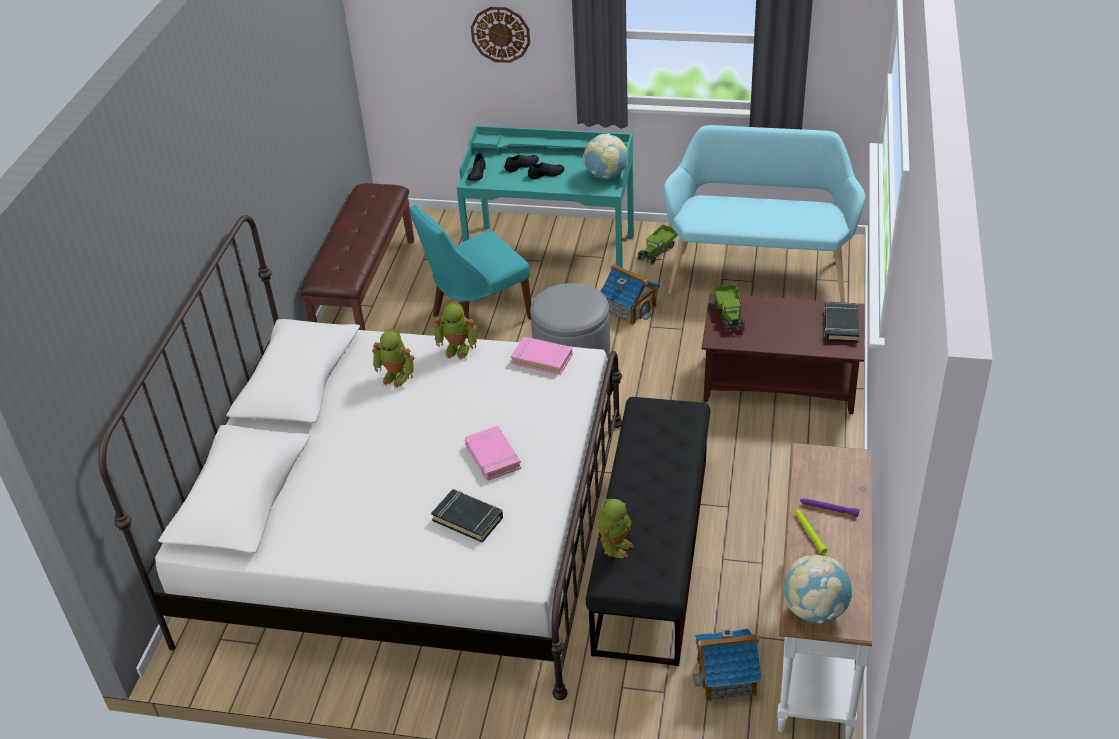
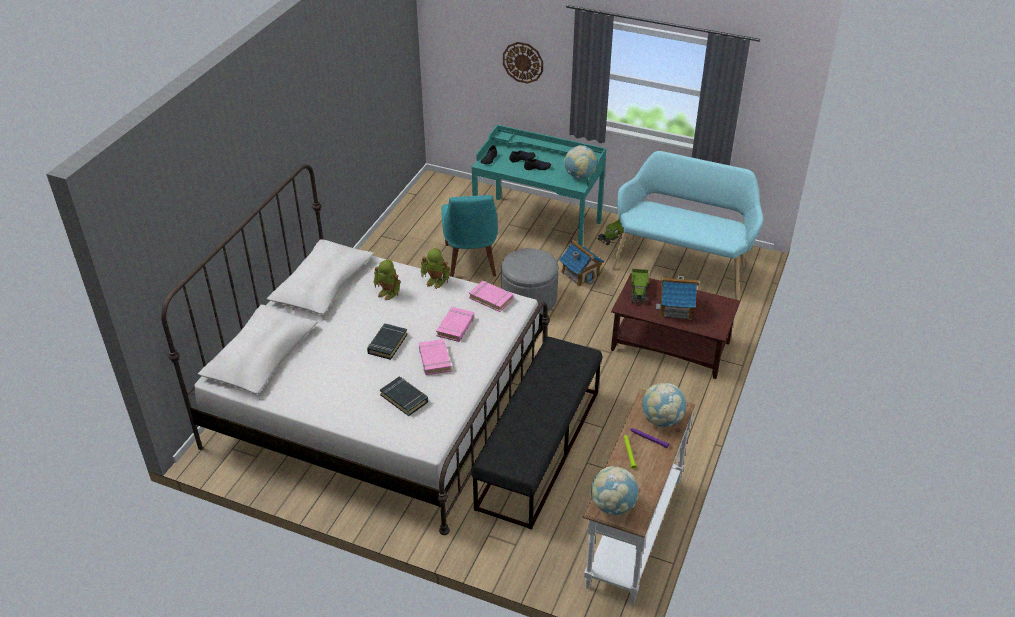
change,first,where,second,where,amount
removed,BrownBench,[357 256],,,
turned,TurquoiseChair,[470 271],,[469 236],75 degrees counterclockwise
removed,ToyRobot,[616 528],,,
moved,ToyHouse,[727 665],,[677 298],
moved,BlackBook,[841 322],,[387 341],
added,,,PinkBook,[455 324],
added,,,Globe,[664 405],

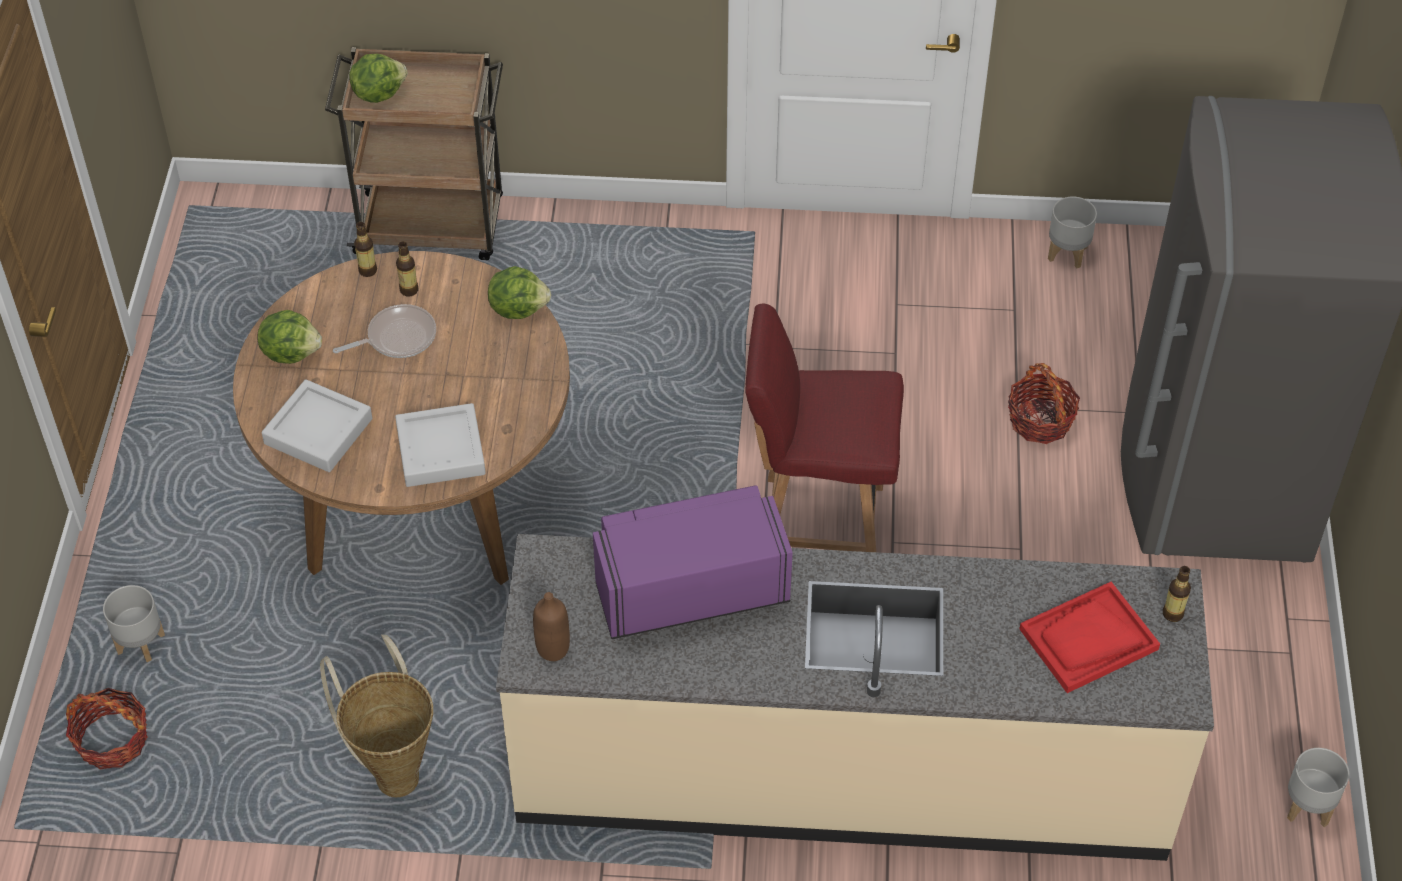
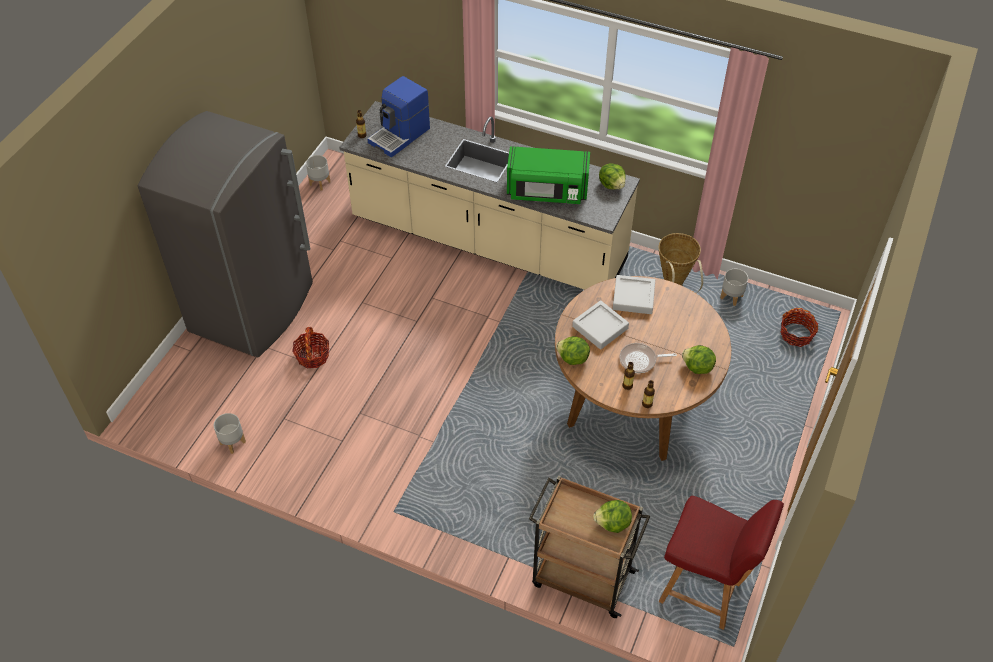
change,first,where,second,where,amount
moved,GreyPlanter,[134 623],,[734 287],
moved,GreyTray,[317 425],,[600 325],
replaced,BrownBottle,[551 626],Lettuce,[612 176],
recoloured,PurpleMicrowave,[693 562],GreenMicrowave,[548 175],
moved,RedChair,[824 428],,[721 563],
replaced,RedTray,[1089 637],CoffeeMachine,[398 117],

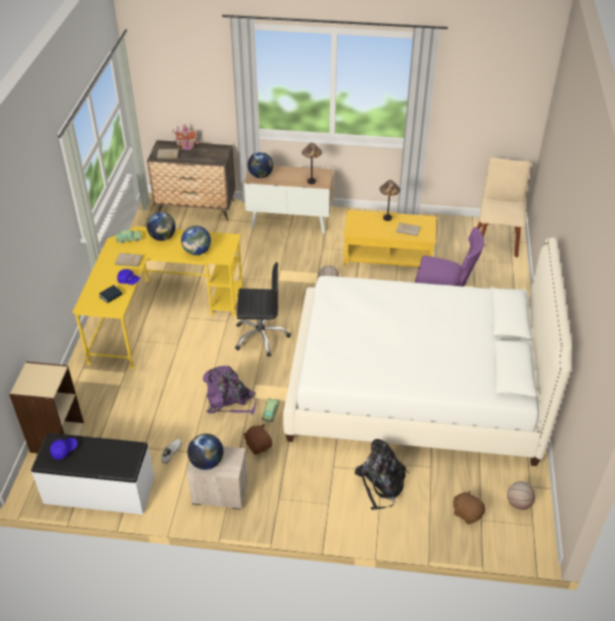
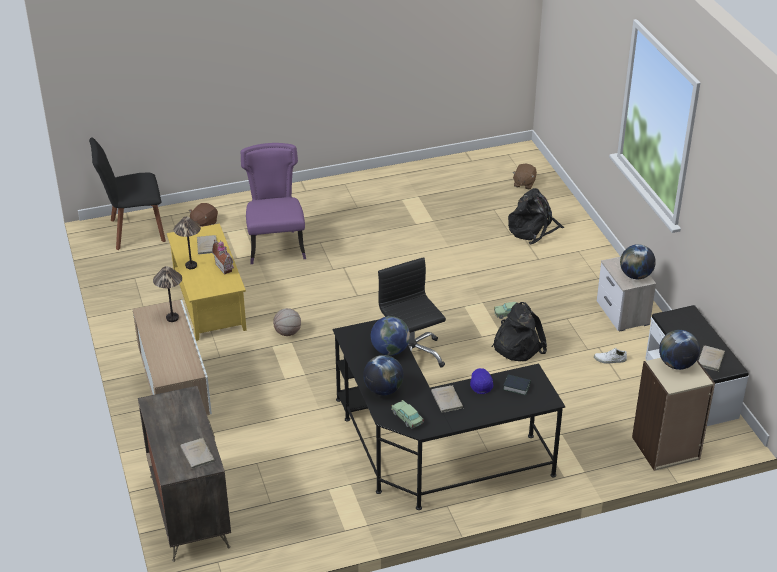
change,first,where,second,where,amount
replaced,BlueCap,[63 449],BeigeBook,[711 358],
recoloured,YellowDesk,[158 297],BlackDesk,[449 414],
moved,ToyHouse,[185 137],,[223 257],
recoloured,PurpleBackpack,[229 390],BlackBackpack,[519 331],
moved,BrownPlushToy,[257 439],,[203 215],
moved,Globe,[260 165],,[679 350],
removed,WhiteBed,[427 352],,,
recoloured,BeigeChair,[504 208],BlackChair,[127 194],
removed,Basketball,[521 495],,,

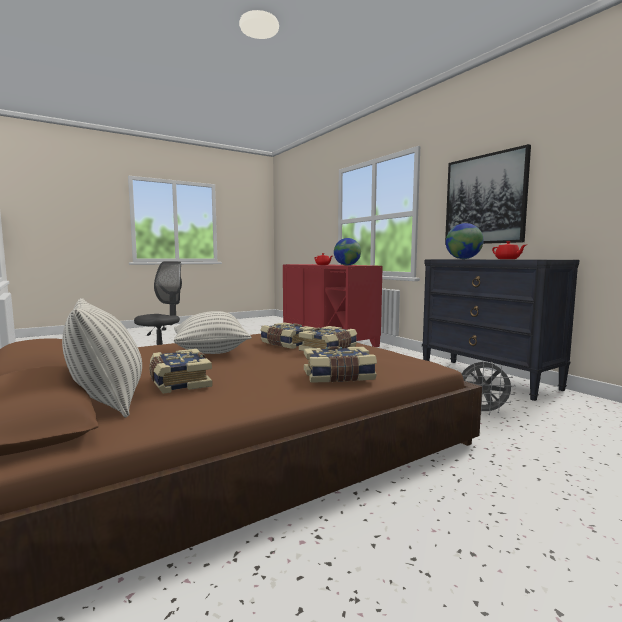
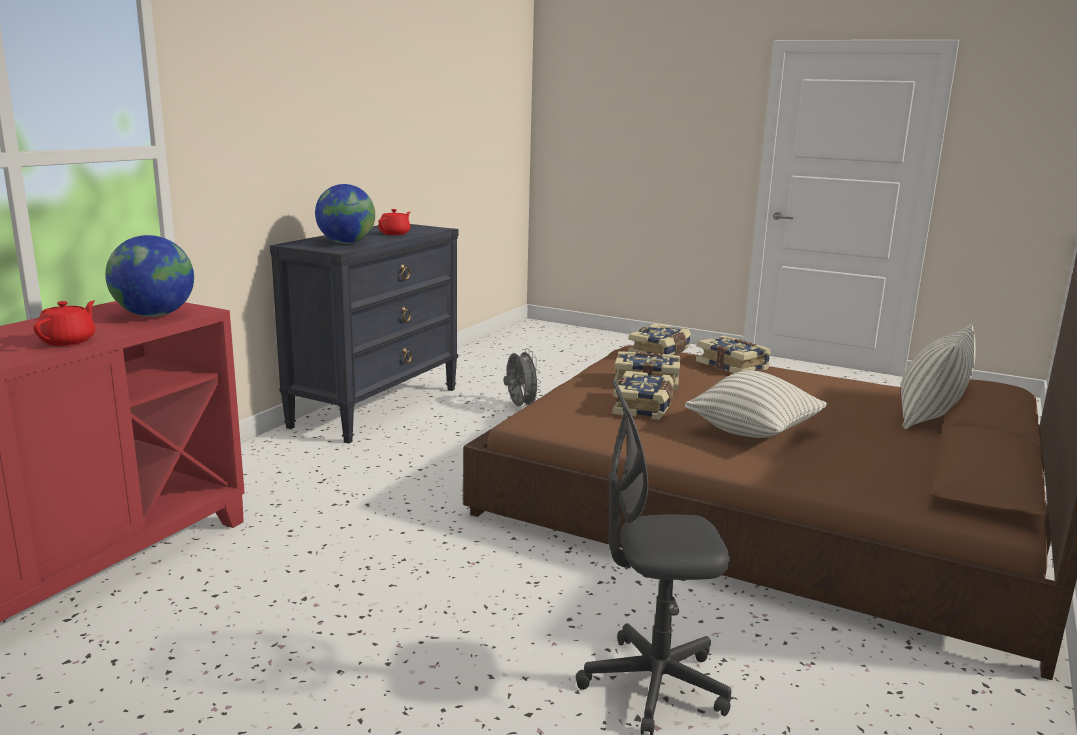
change,first,where,second,where,amount
moved,Book,[181 371],,[659 339],
removed,Picture,[488 194],,,

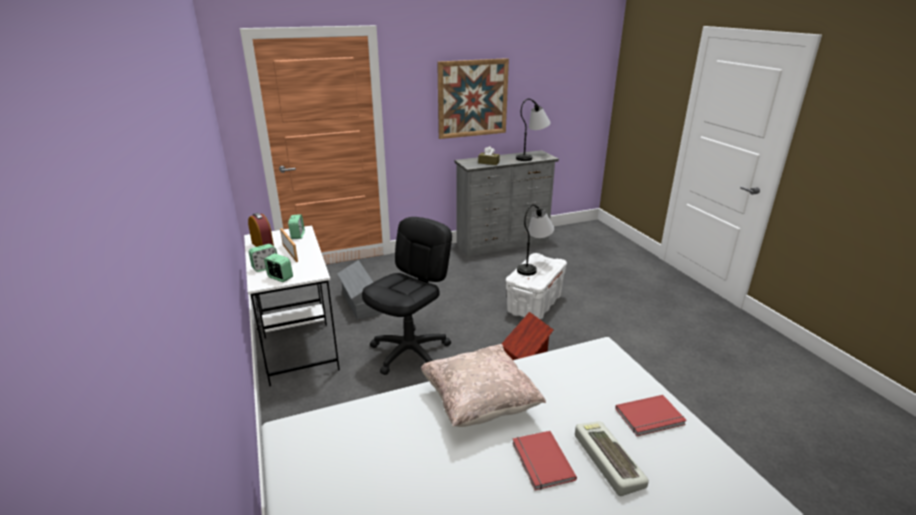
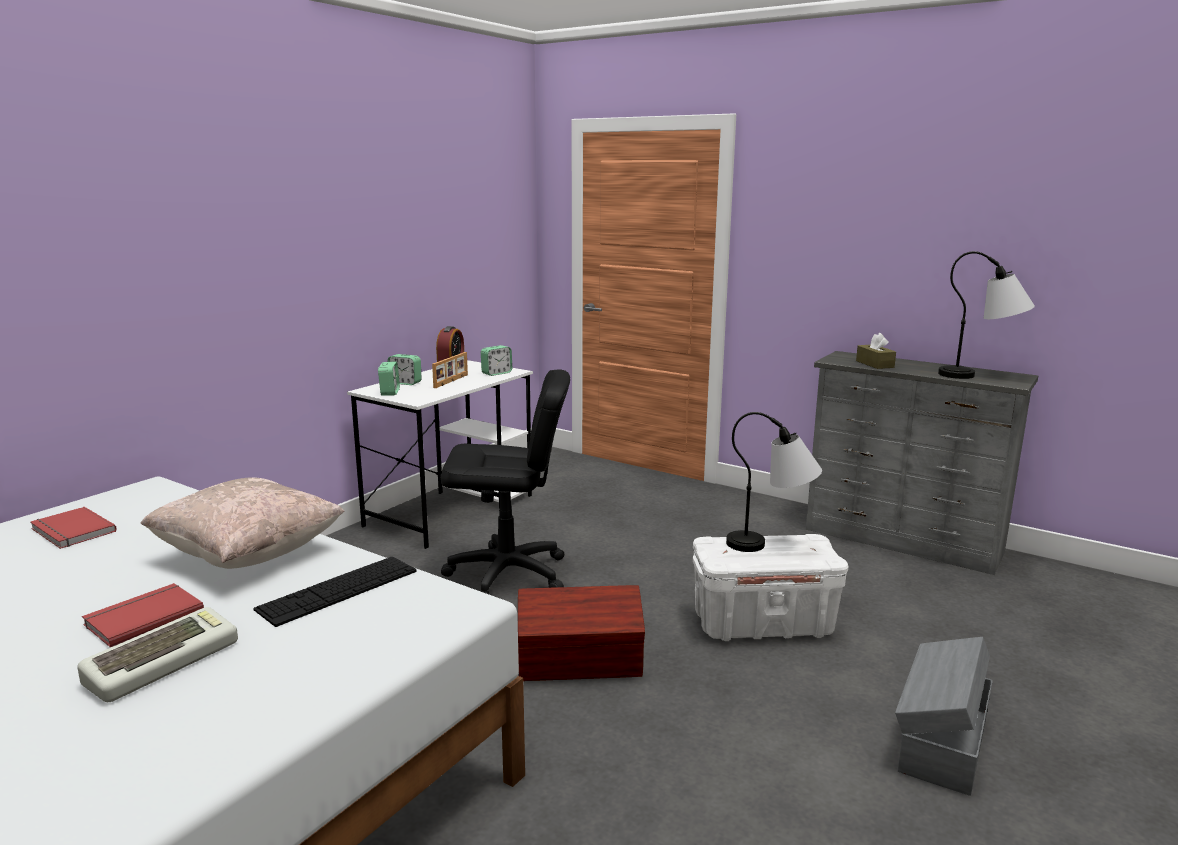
change,first,where,second,where,amount
moved,GreyStorageBox,[360 290],,[944 716],
removed,Picture,[473 98],,,
moved,RedBook,[651 415],,[73 528],
added,,,Keyboard,[334 592],

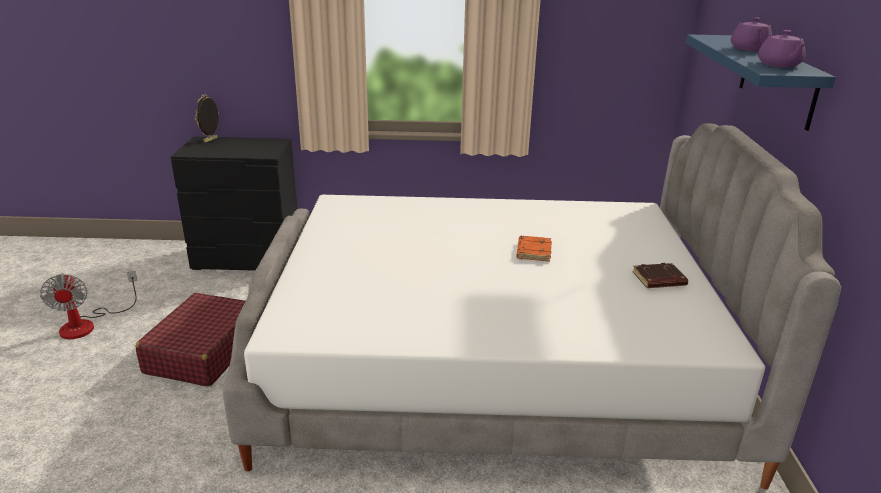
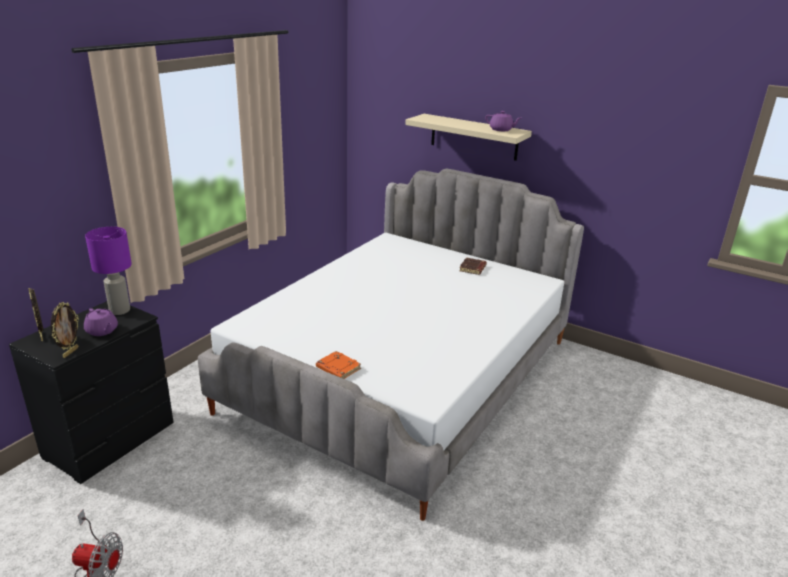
change,first,where,second,where,amount
removed,RedSuitcase,[191 340],,,
moved,OrangeBook,[534 249],,[338 365],
recoloured,BlueShelf,[761 82],BeigeShelf,[468 137],
moved,PurpleTeapot,[751 34],,[101 322],
added,,,PictureFrame,[65 330],
added,,,PurpleTableLamp,[108 271],

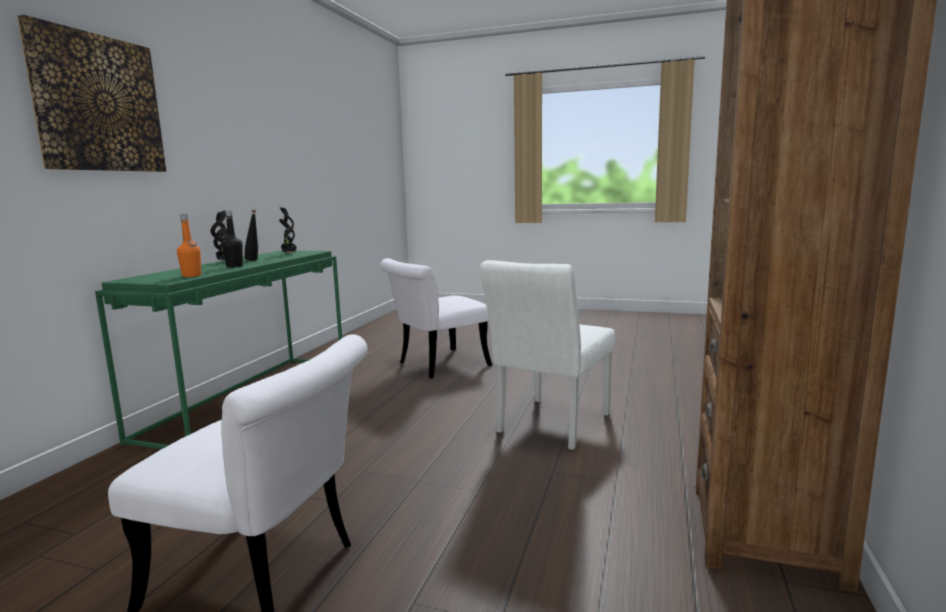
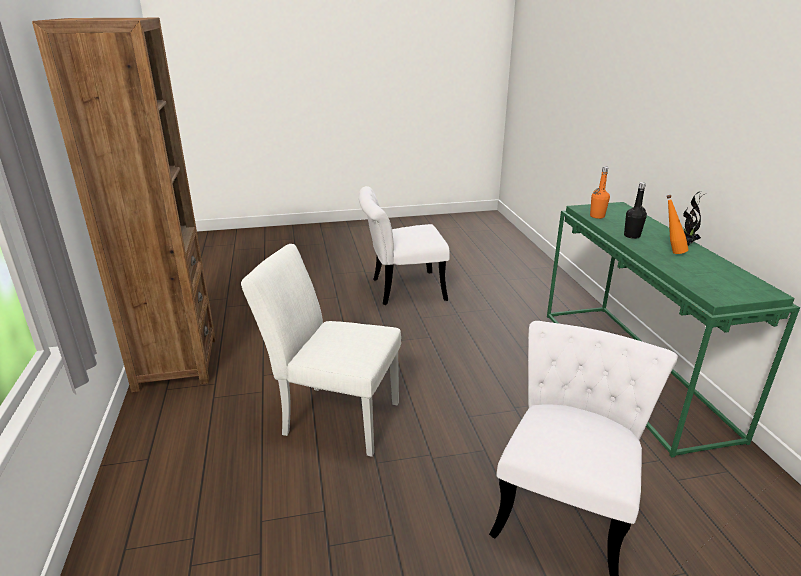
change,first,where,second,where,amount
removed,Picture,[91 93],,,
recoloured,BlackBottle,[251 235],OrangeBottle,[677 224],
removed,PottedPlant,[288 230],,,
turned,WhiteChair,[547 355],,[321 350],75 degrees counterclockwise

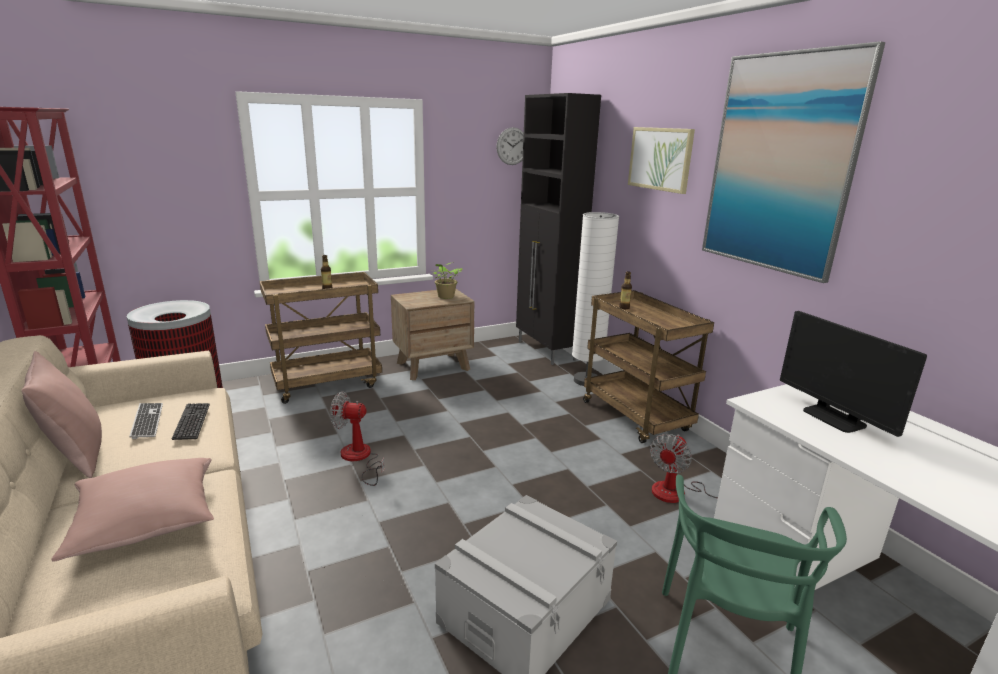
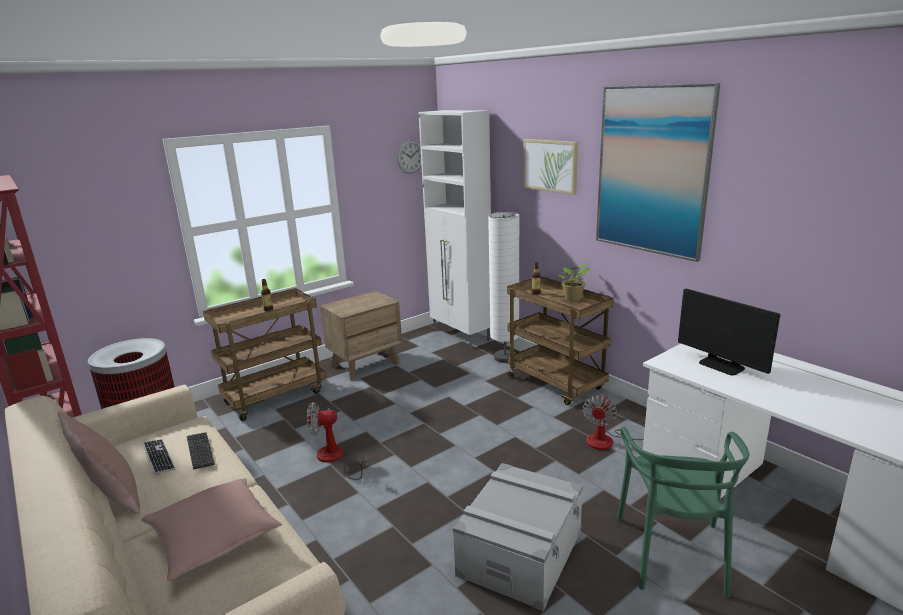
change,first,where,second,where,amount
moved,PottedPlant,[447 281],,[575 282],
recoloured,BlackCabinet,[558 229],WhiteCabinet,[455 229],

